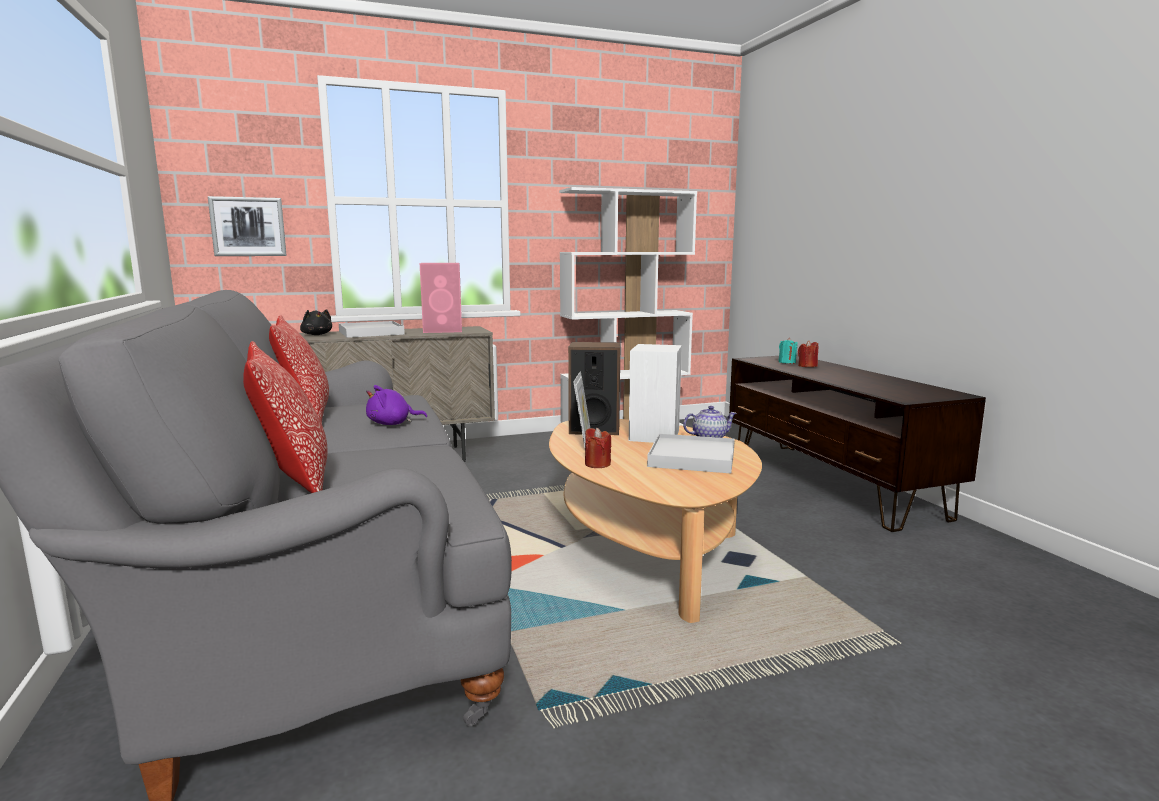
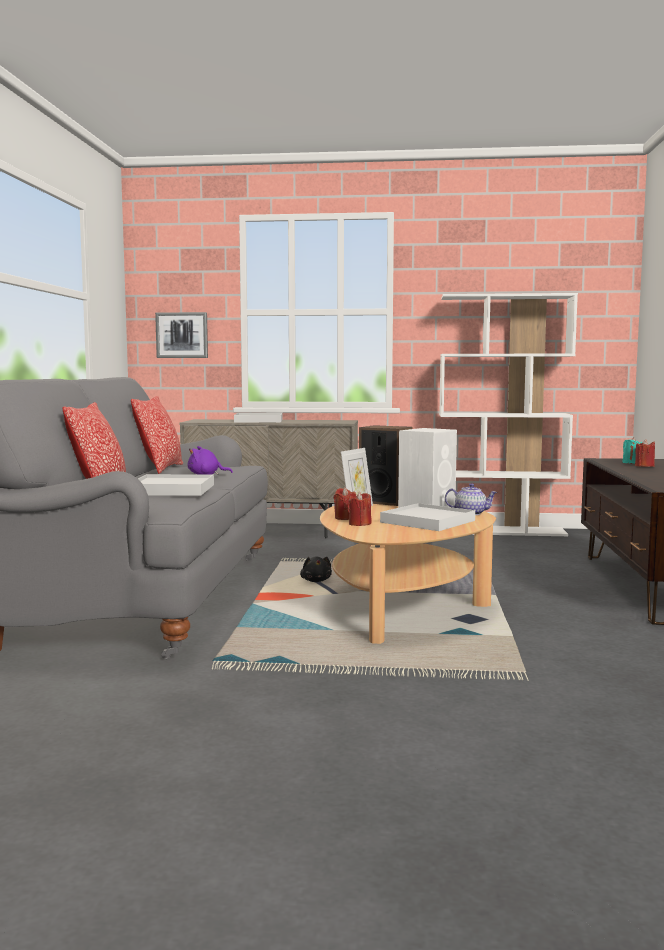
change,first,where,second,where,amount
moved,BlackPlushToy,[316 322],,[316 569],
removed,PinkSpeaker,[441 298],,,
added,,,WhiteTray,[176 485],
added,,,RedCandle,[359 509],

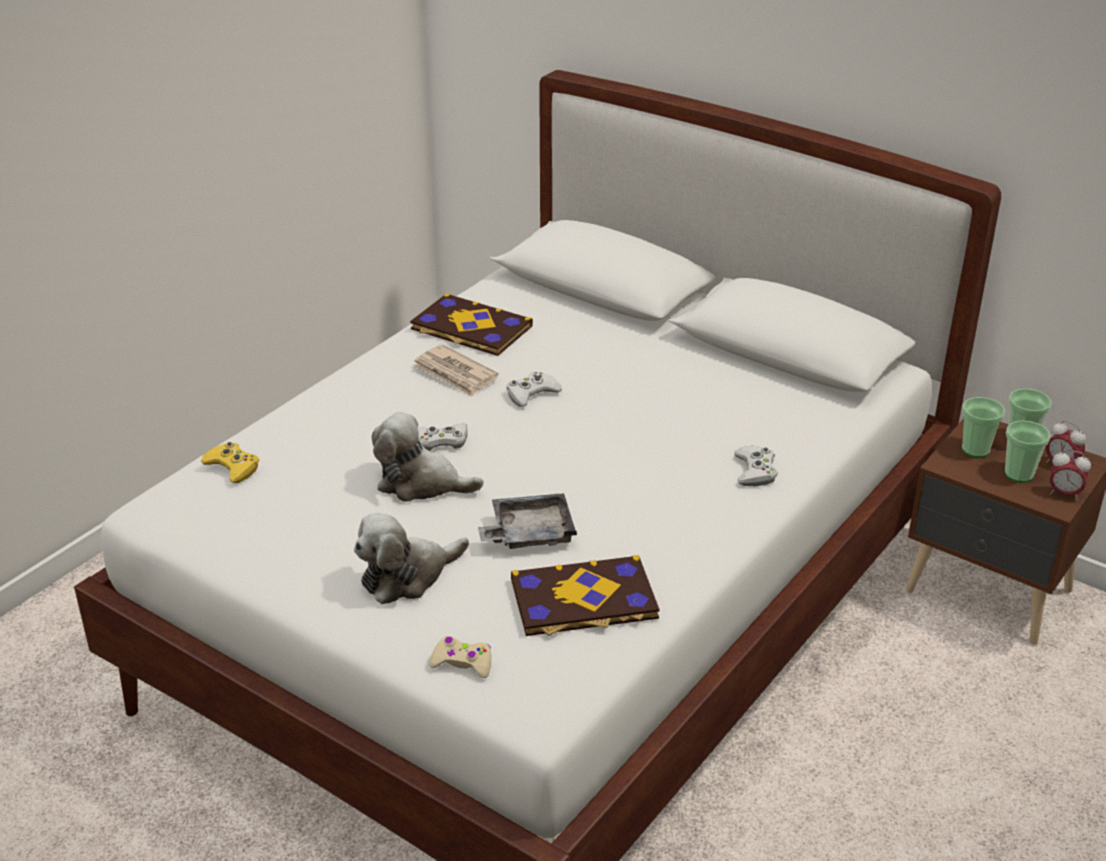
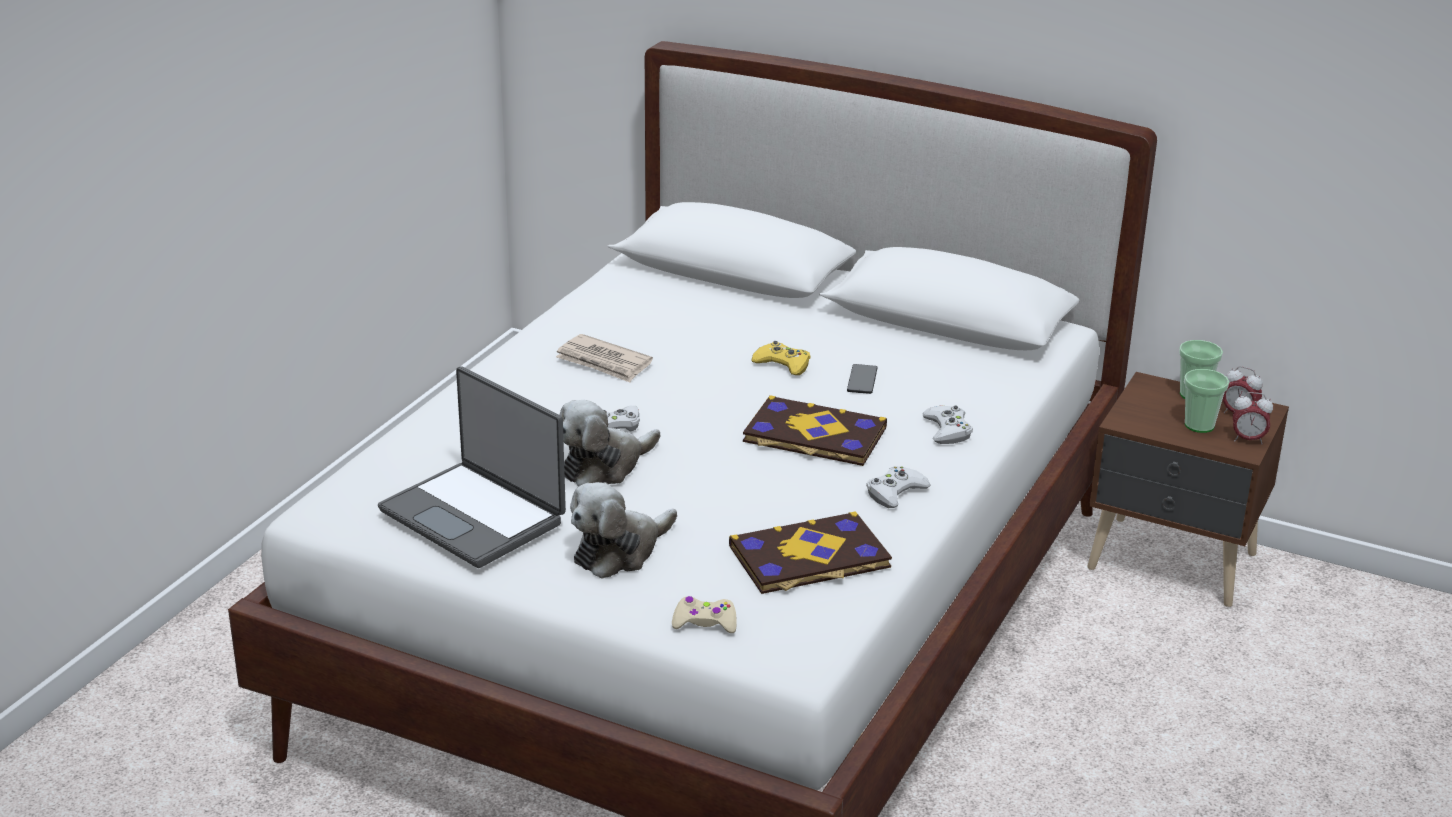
change,first,where,second,where,amount
moved,YellowGameController,[229 462],,[781 358],
turned,PlushToy,[428 457],,[609 443],45 degrees counterclockwise
moved,Book,[471 324],,[815 430],
removed,GreyTray,[527 521],,,
moved,WhiteGameController,[534 389],,[898 487],
removed,Cup,[983 427],,,
added,,,Laptop,[472 467],
added,,,Phone,[862 379],

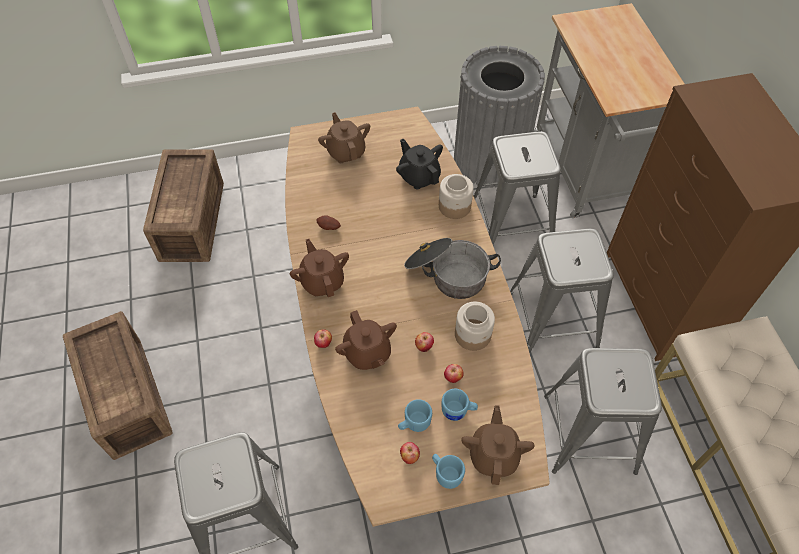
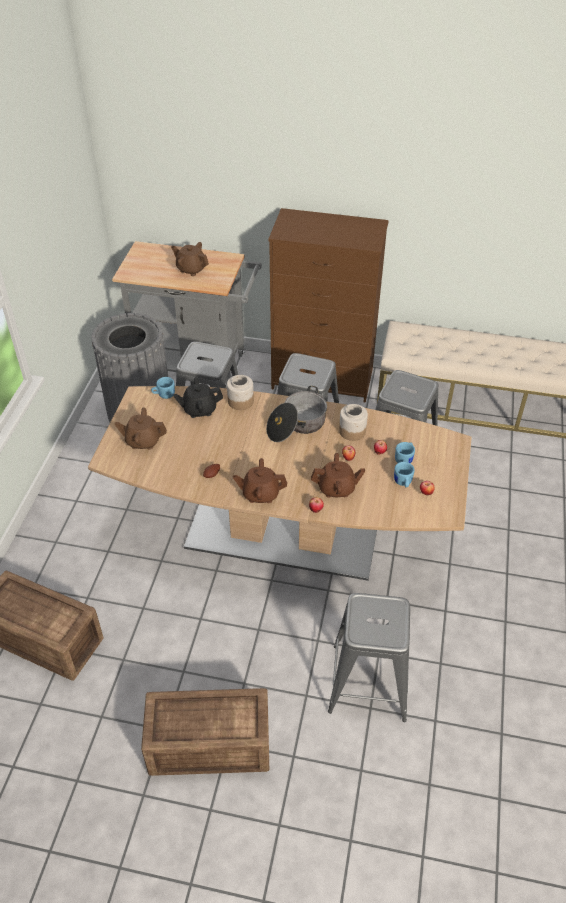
change,first,where,second,where,amount
moved,BlueMug,[448 471],,[163 388],
moved,BrownTeapot,[498 445],,[190 259],

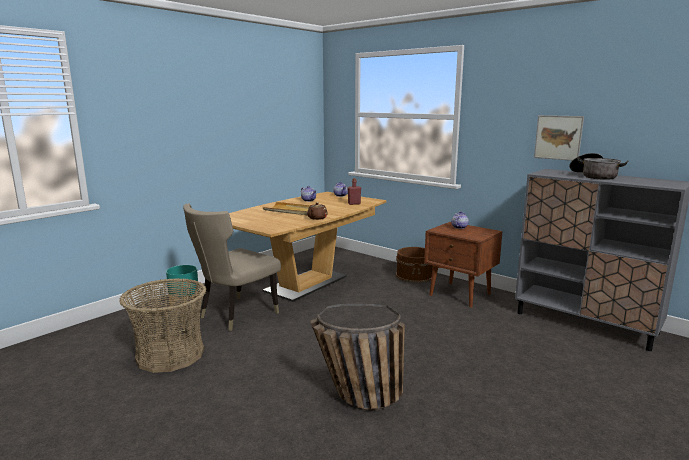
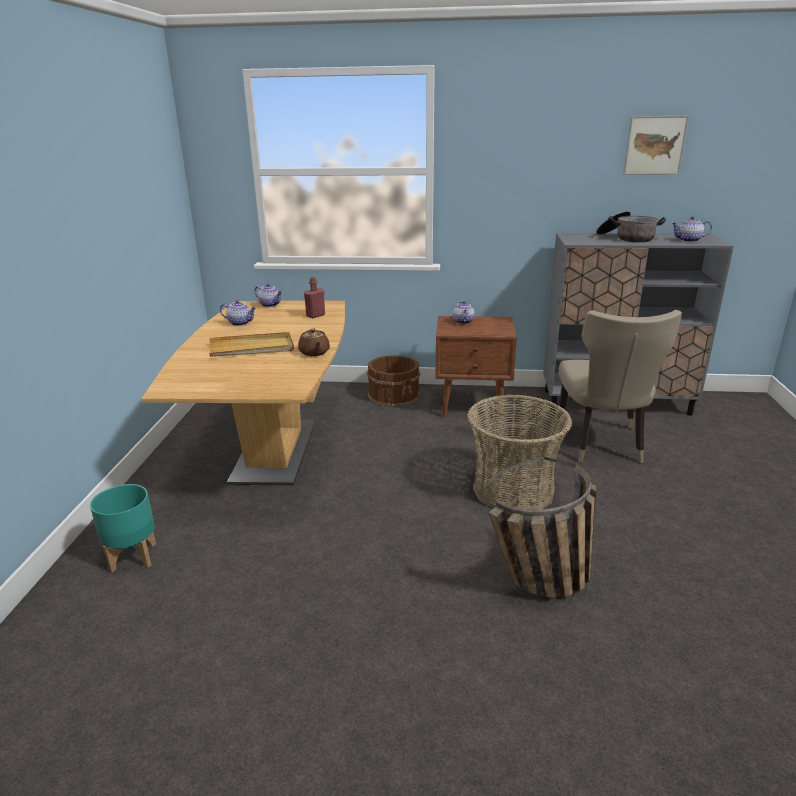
change,first,where,second,where,amount
moved,Basket,[162 325],,[519 452],
moved,BeigeChair,[232 267],,[618 386],
moved,Picture,[559 138],,[656 145],
added,,,Teapot,[692 229],

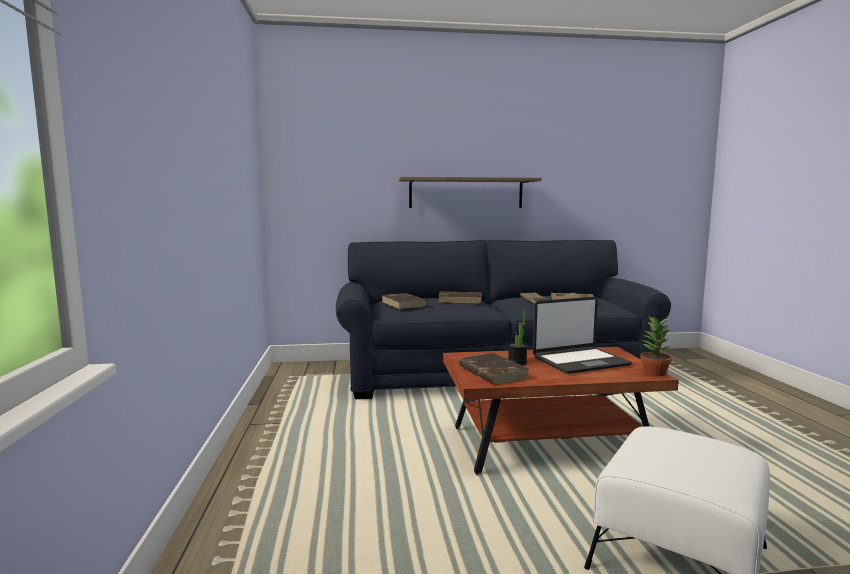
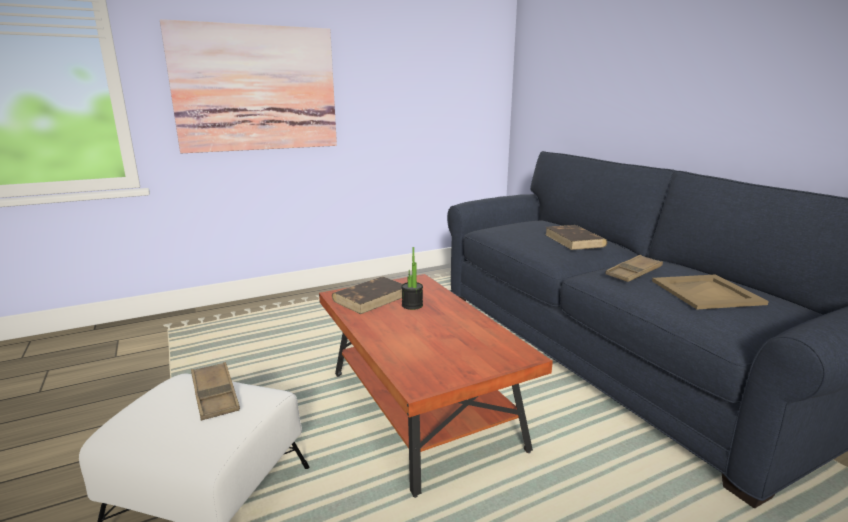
change,first,where,second,where,amount
removed,BrownBook,[405 301],,,
removed,Shelf,[470 192],,,
removed,Laptop,[582 335],,,
removed,PottedPlant,[656 346],,,
added,,,Picture,[248 86],
added,,,BrownTray,[215 391],

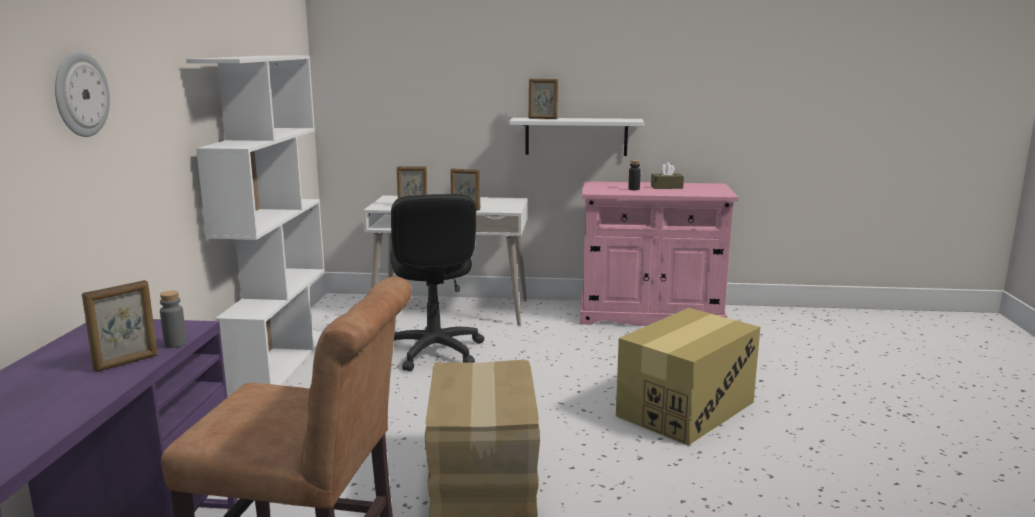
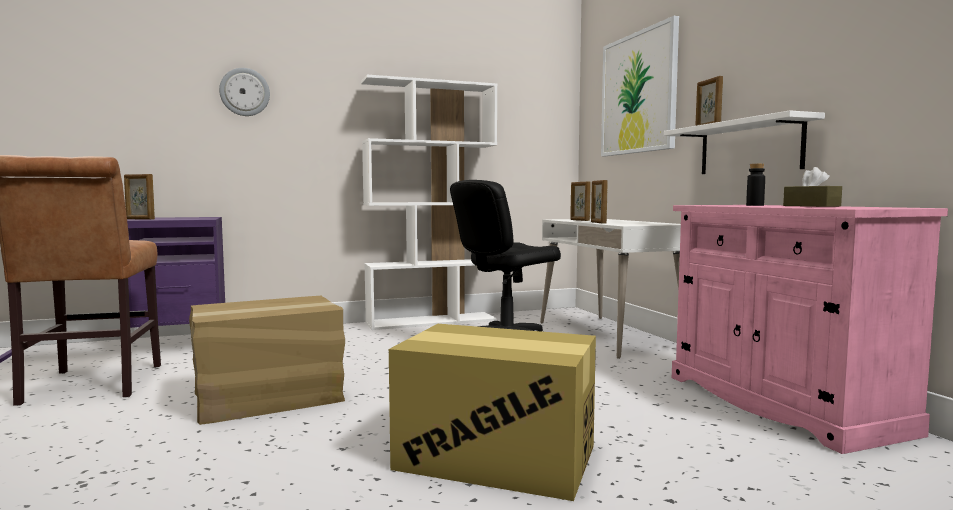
change,first,where,second,where,amount
removed,GreyBottle,[173 319],,,
added,,,Picture,[640 86],

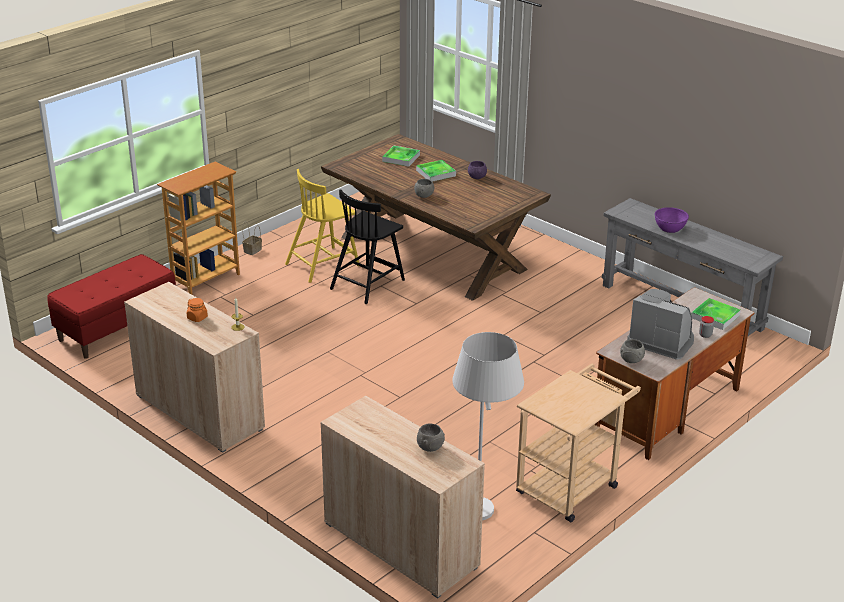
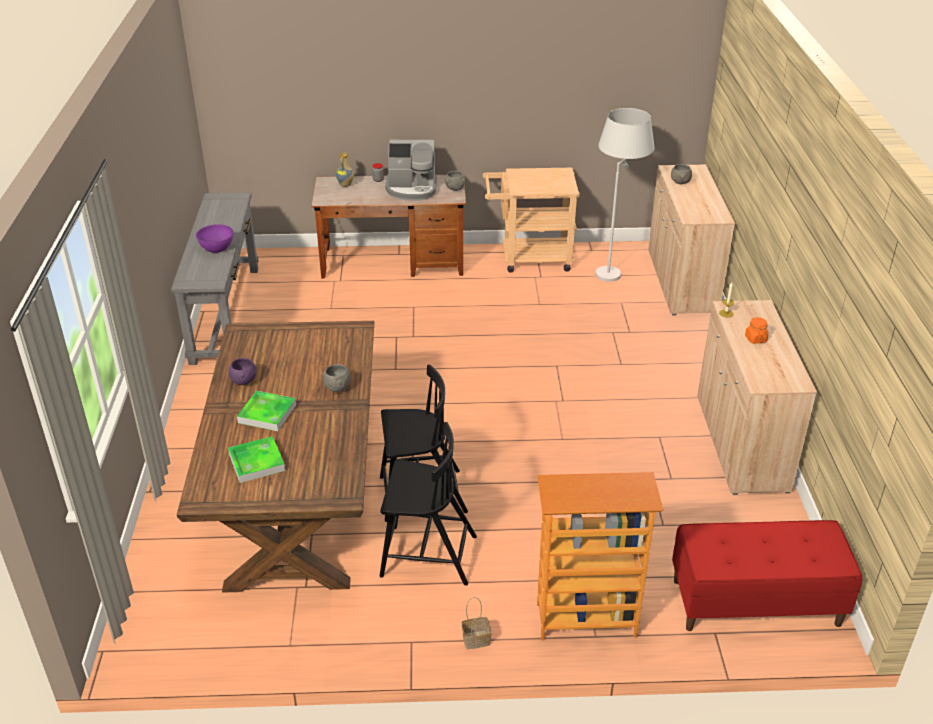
change,first,where,second,where,amount
recoloured,YellowChair,[322 226],BlackChair,[428 504],
turned,CoffeeMachine,[660 324],,[411 170],75 degrees counterclockwise
replaced,Tray,[716 314],Vase,[345 169],

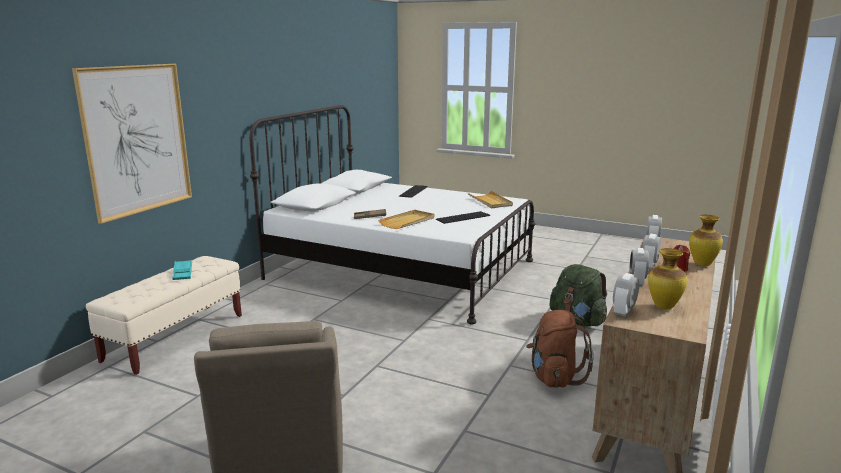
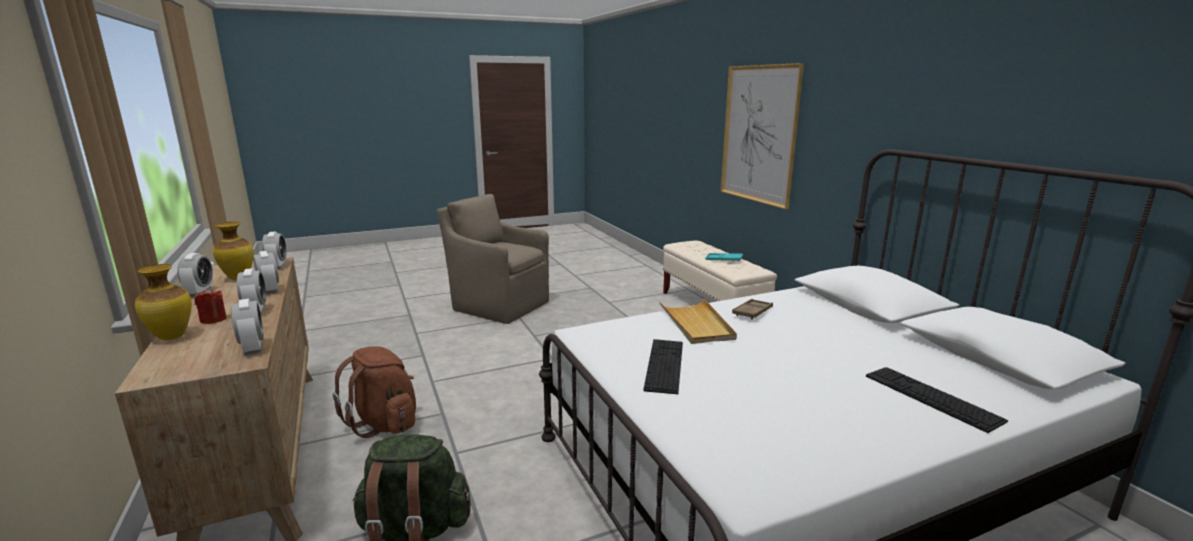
change,first,where,second,where,amount
removed,BeigeTray,[490 199],,,
added,,,AlarmClock,[195 275],

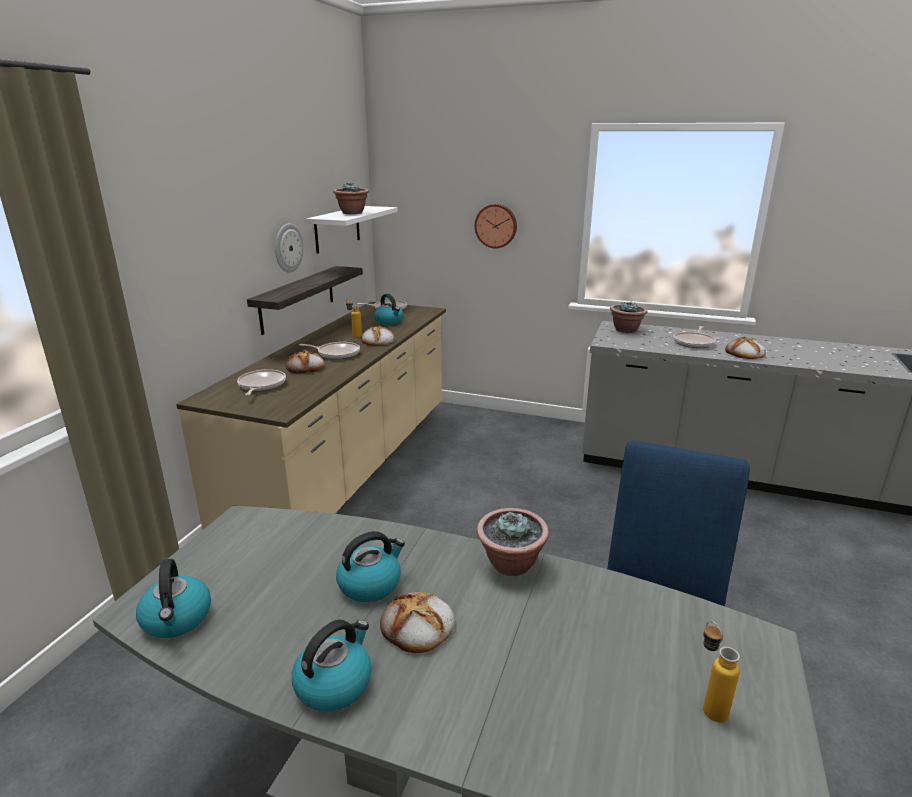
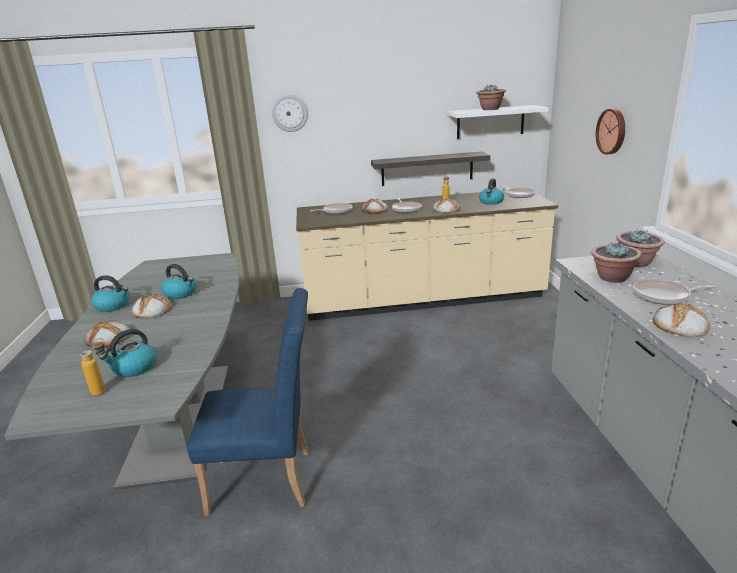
change,first,where,second,where,amount
moved,Kettle,[173 598],,[127 353],
moved,WallClock,[289 248],,[290 113],
moved,PottedPlant,[513 542],,[616 262],
added,,,Bread,[107 334],

